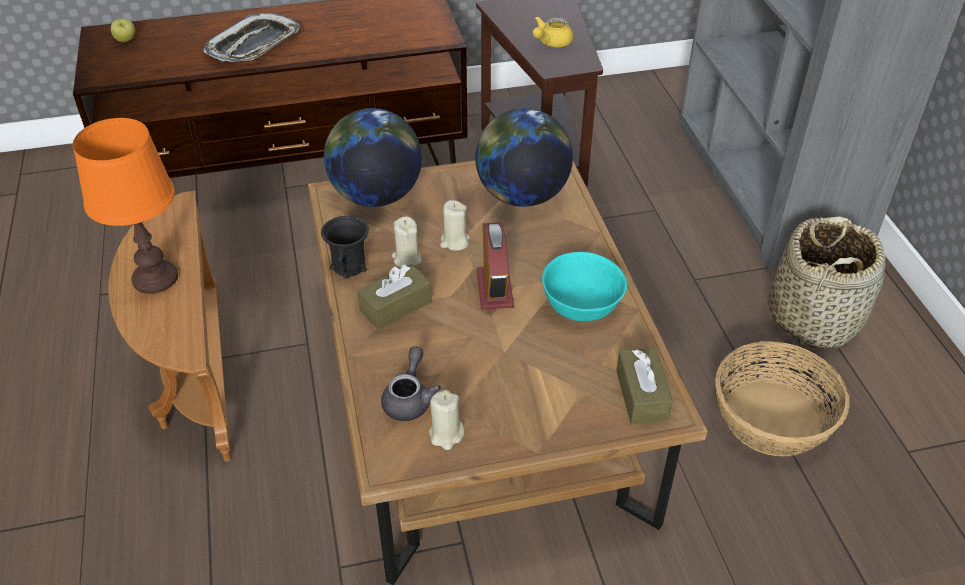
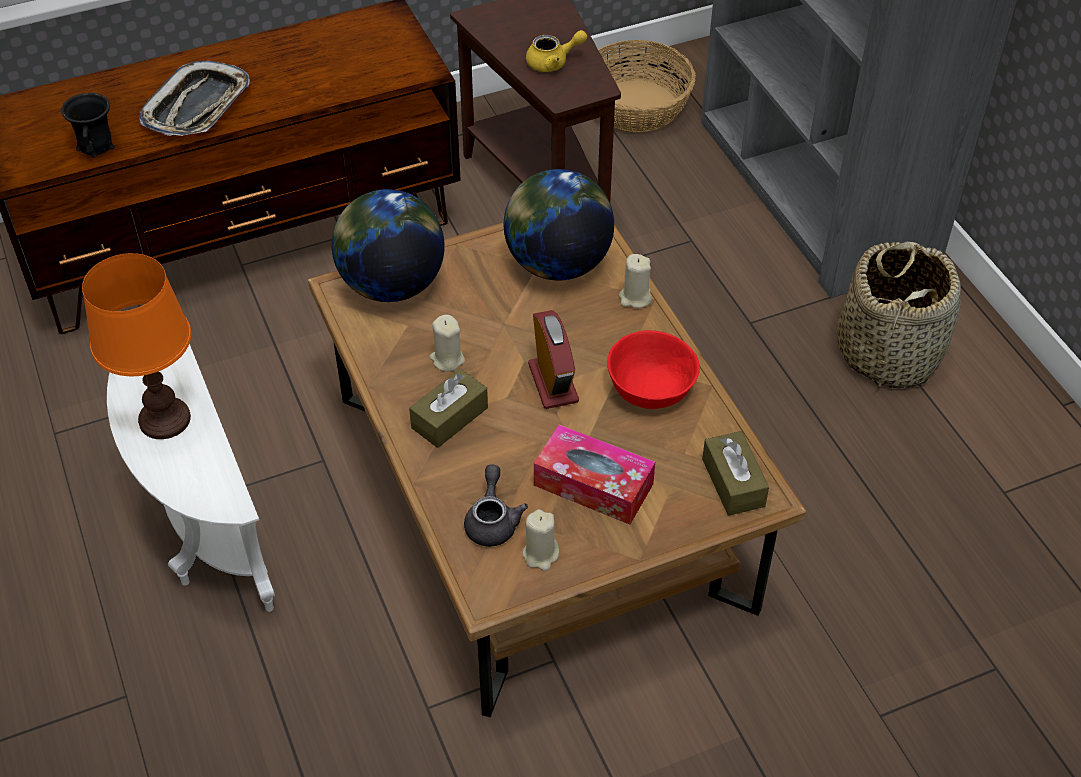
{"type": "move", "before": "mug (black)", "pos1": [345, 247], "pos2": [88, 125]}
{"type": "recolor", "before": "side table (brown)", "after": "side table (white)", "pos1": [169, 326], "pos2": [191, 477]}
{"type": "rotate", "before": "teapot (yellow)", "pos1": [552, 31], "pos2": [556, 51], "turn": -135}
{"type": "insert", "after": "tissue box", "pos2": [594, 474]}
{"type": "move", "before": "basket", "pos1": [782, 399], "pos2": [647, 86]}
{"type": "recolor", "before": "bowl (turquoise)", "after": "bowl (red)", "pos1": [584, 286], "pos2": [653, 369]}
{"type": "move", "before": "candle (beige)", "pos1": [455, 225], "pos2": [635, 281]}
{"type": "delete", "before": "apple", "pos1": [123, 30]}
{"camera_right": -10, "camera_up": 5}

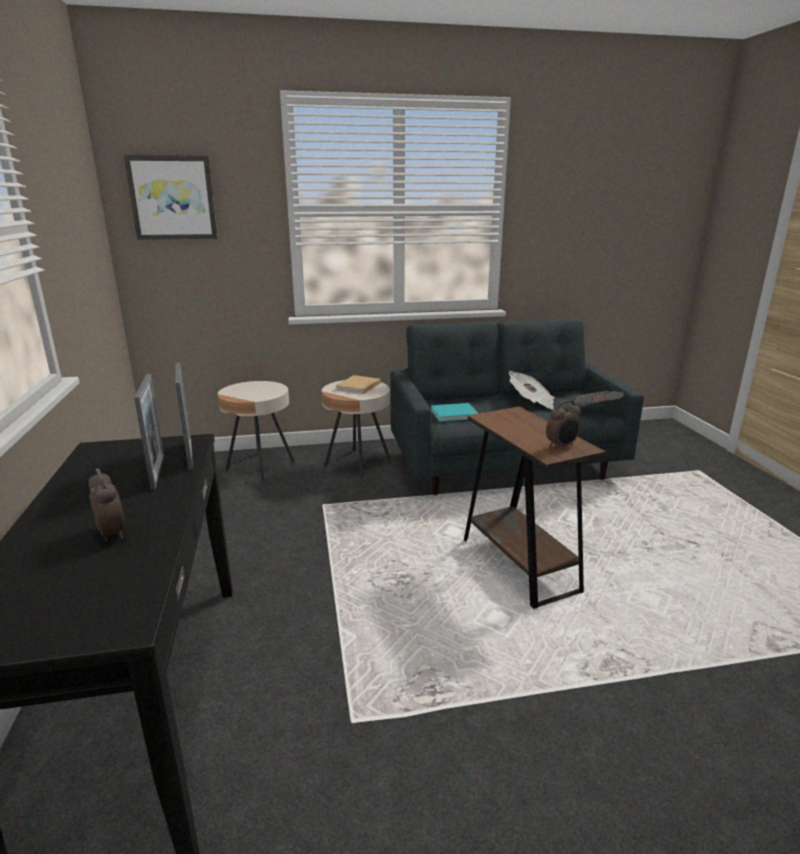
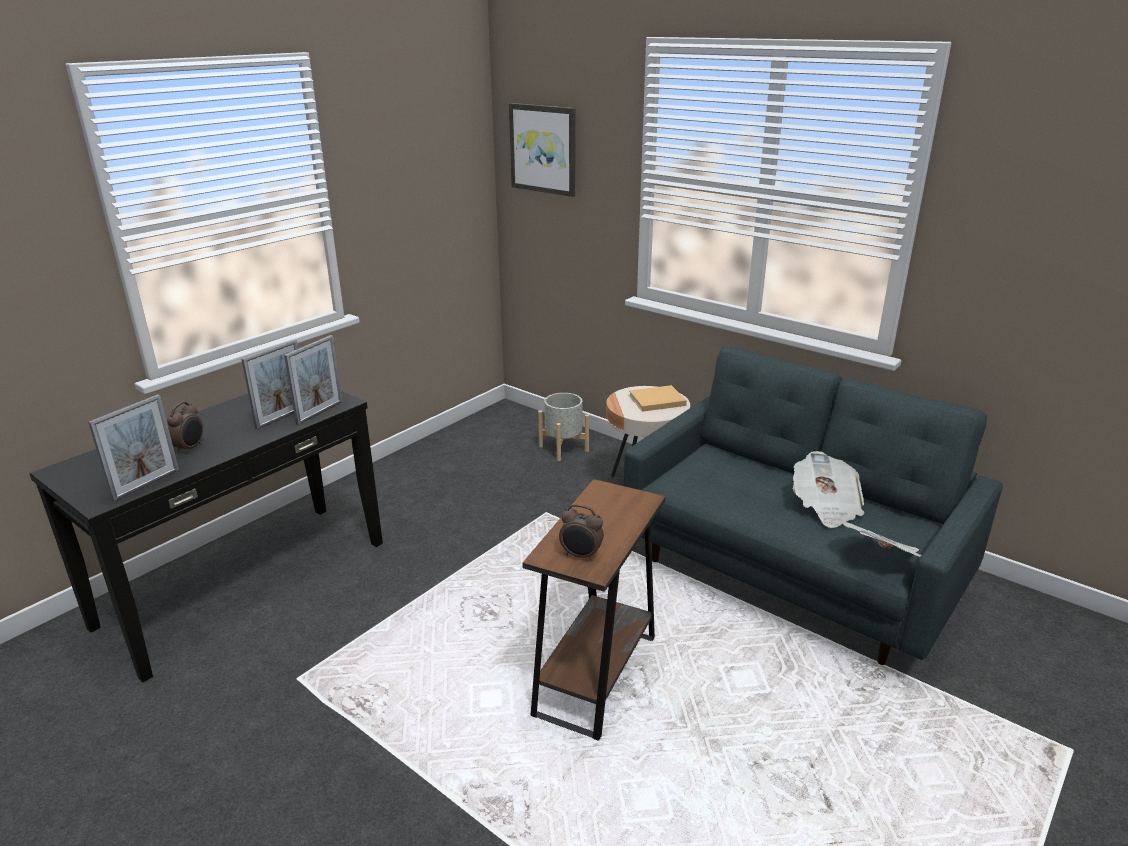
{"type": "insert", "after": "picture frame", "pos2": [133, 448]}
{"type": "replace", "before": "side table (beige)", "after": "planter (grey)", "pos1": [256, 431], "pos2": [563, 427]}
{"type": "delete", "before": "book (turquoise)", "pos1": [454, 412]}
{"camera_right": 50, "camera_up": 5}

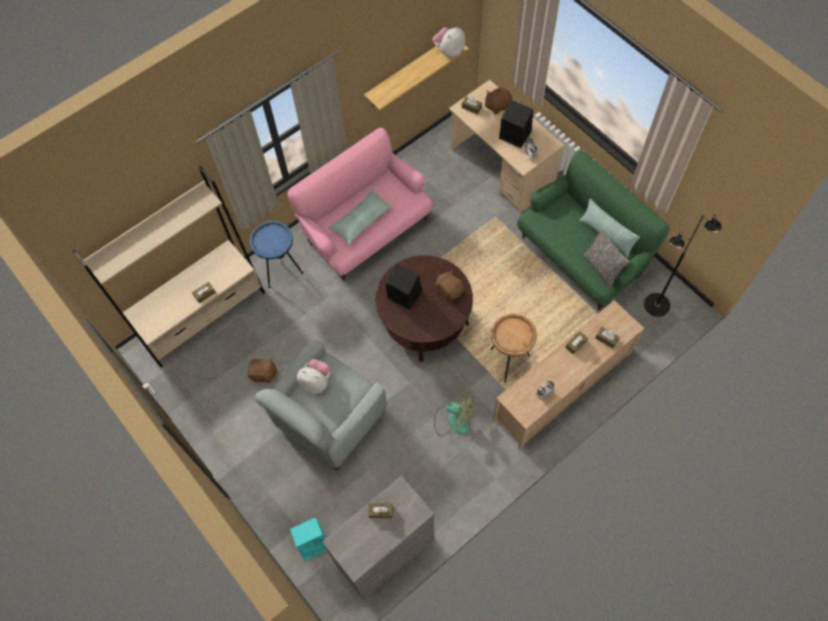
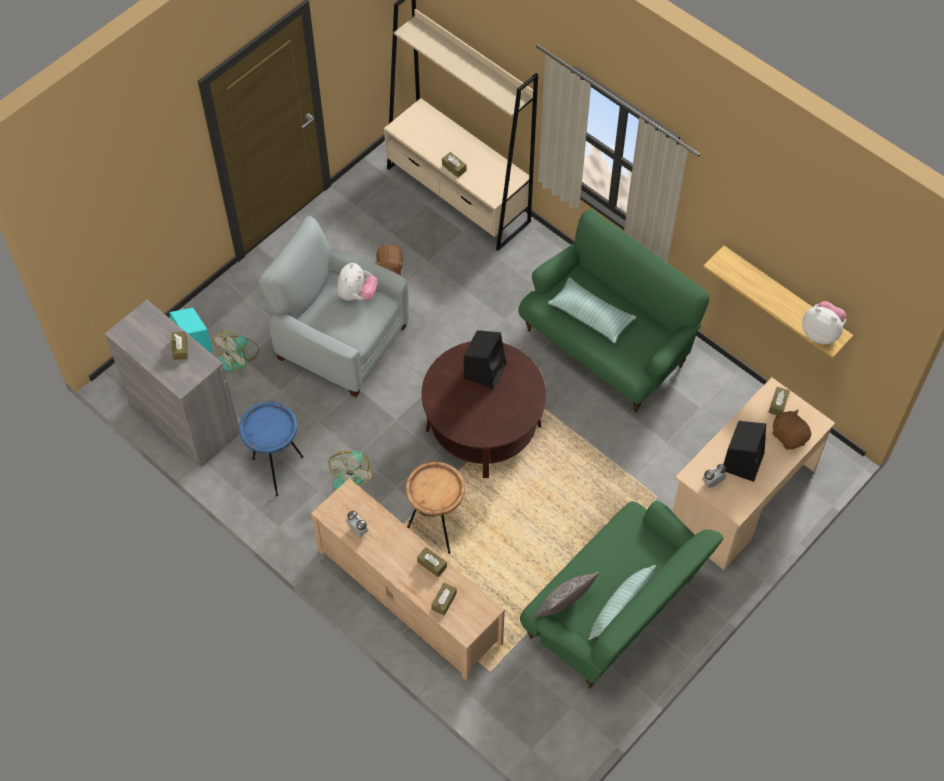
{"type": "insert", "after": "fan", "pos2": [236, 351]}
{"type": "move", "before": "side table (blue)", "pos1": [276, 254], "pos2": [271, 449]}
{"type": "recolor", "before": "sofa (pink)", "after": "sofa (green)", "pos1": [360, 204], "pos2": [614, 311]}
{"type": "delete", "before": "plush toy (brown)", "pos1": [450, 285]}
{"type": "delete", "before": "floor lamp (black)", "pos1": [682, 265]}
{"camera_right": 80, "camera_up": -5}

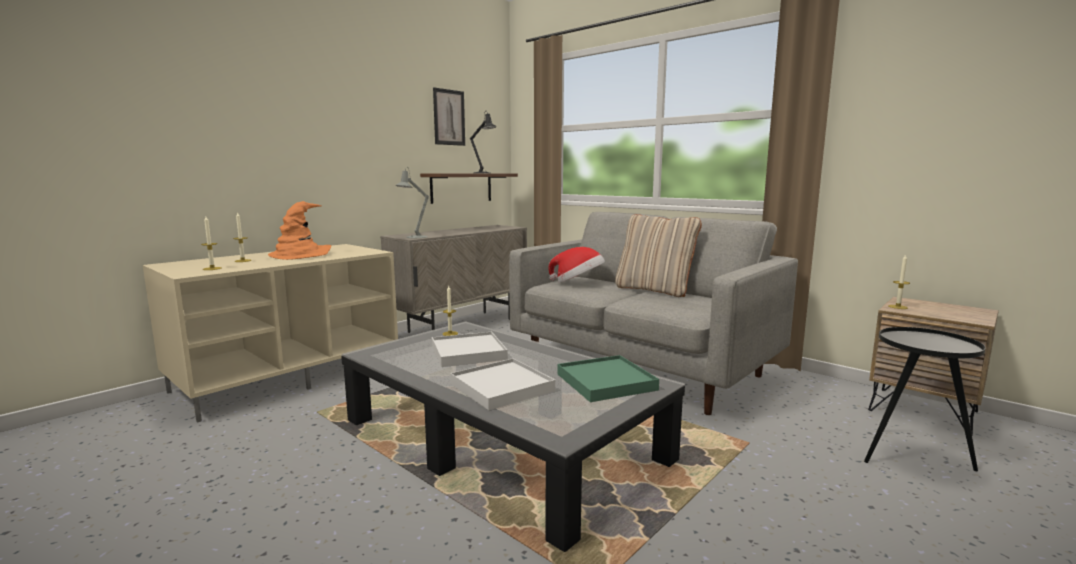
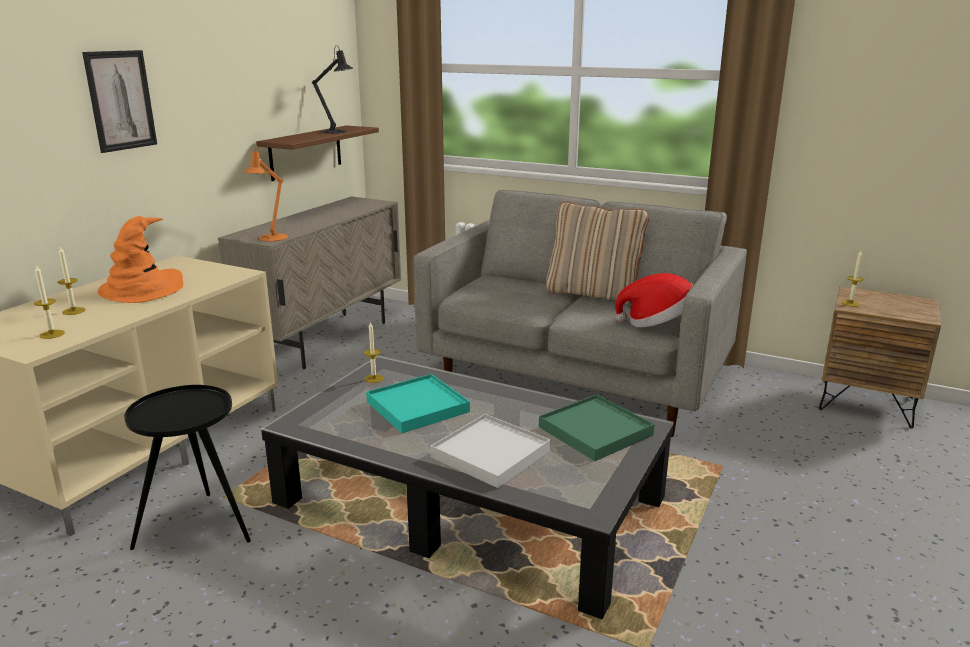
{"type": "move", "before": "picture", "pos1": [449, 116], "pos2": [119, 101]}
{"type": "move", "before": "side table (black)", "pos1": [925, 399], "pos2": [187, 467]}
{"type": "recolor", "before": "table lamp (grey)", "after": "table lamp (orange)", "pos1": [412, 202], "pos2": [265, 193]}
{"type": "recolor", "before": "tray (white)", "after": "tray (turquoise)", "pos1": [470, 349], "pos2": [418, 403]}
{"type": "move", "before": "hat", "pos1": [576, 265], "pos2": [654, 300]}
{"camera_right": -15, "camera_up": 10}

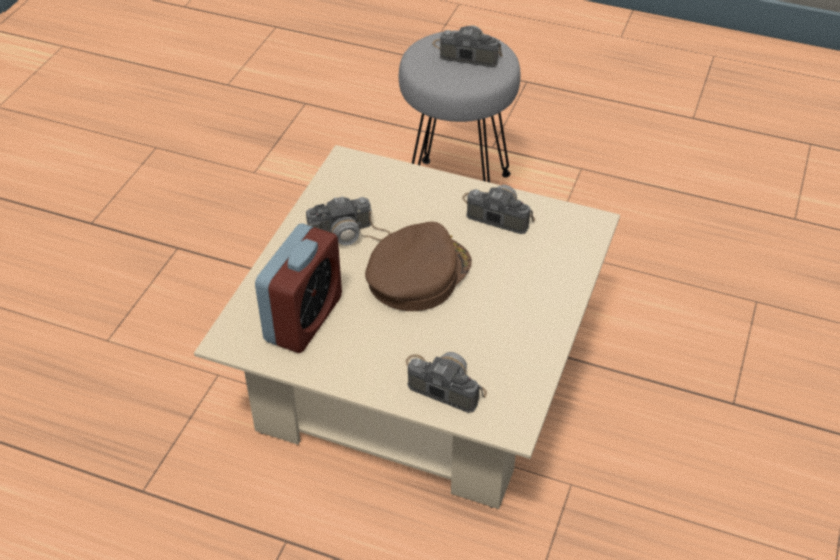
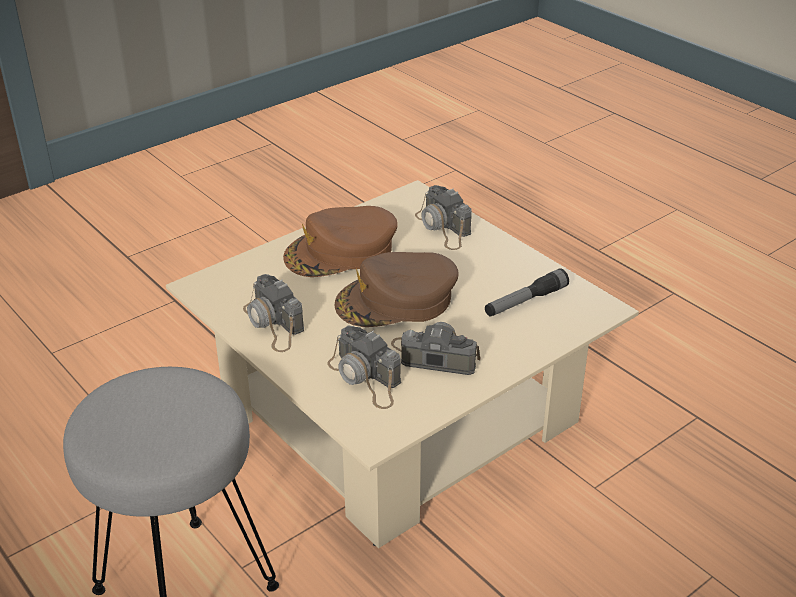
{"type": "insert", "after": "cap (brown)", "pos2": [340, 241]}
{"type": "move", "before": "photo camera", "pos1": [467, 46], "pos2": [364, 367]}
{"type": "replace", "before": "alarm clock", "after": "flashlight", "pos1": [298, 288], "pos2": [527, 292]}
{"camera_right": -150, "camera_up": -10}

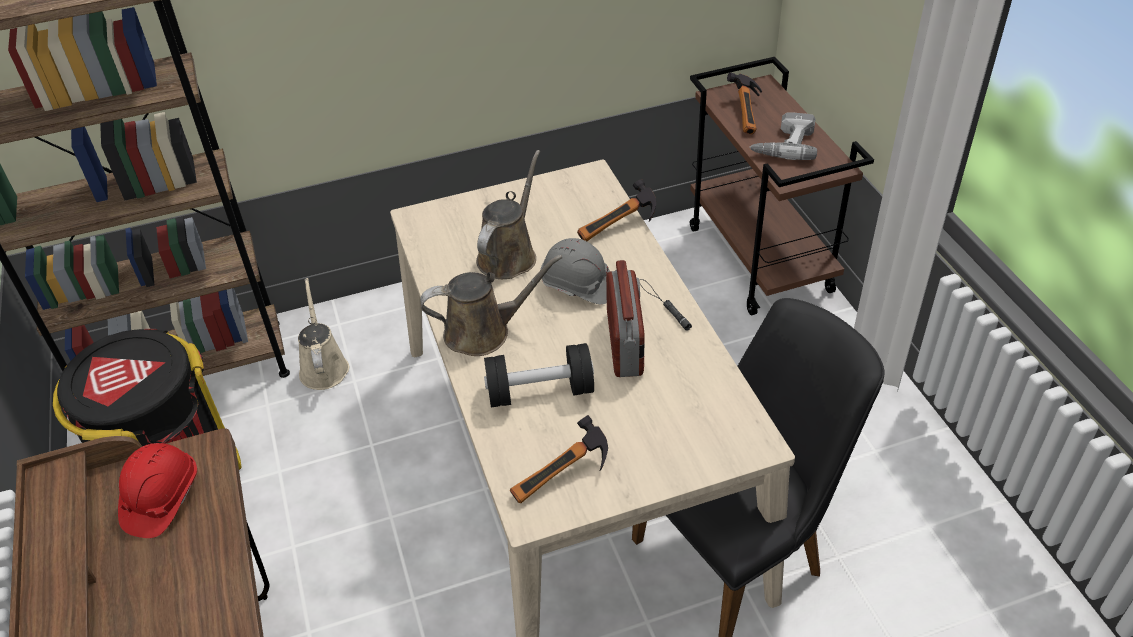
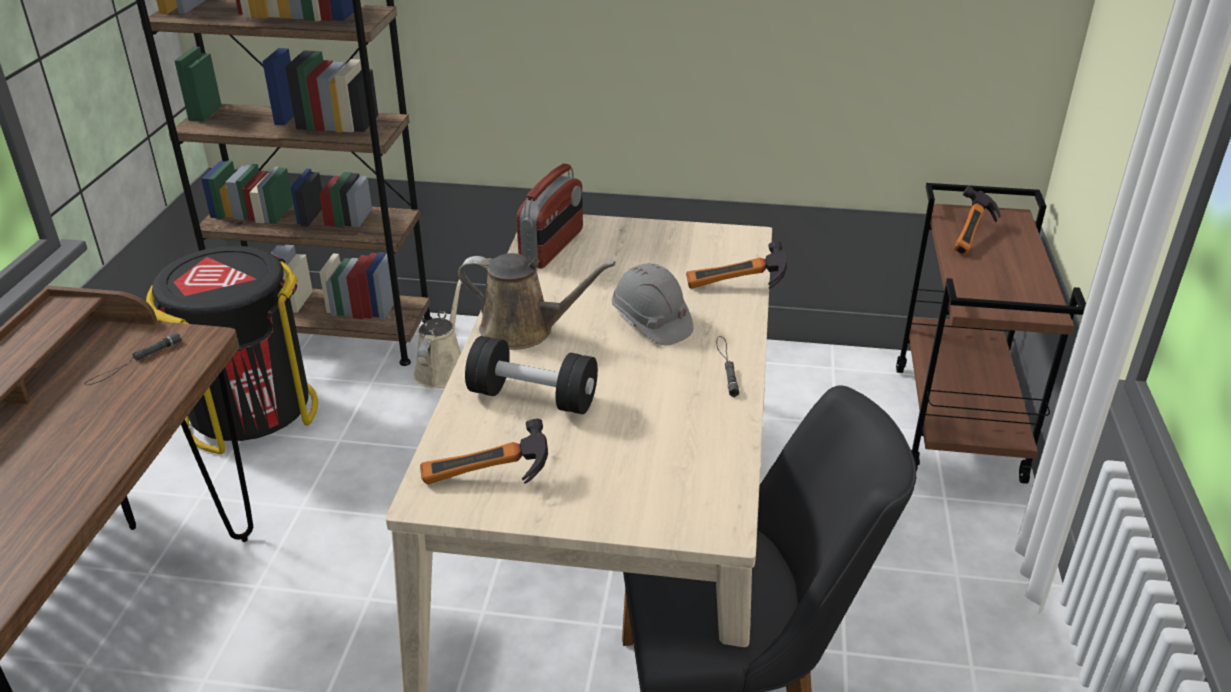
{"type": "replace", "before": "hard hat (red)", "after": "flashlight (black)", "pos1": [157, 490], "pos2": [133, 359]}
{"type": "move", "before": "radio", "pos1": [625, 318], "pos2": [549, 216]}
{"type": "delete", "before": "watering can (brown)", "pos1": [508, 214]}
{"type": "delete", "before": "power drill", "pos1": [783, 136]}
{"camera_right": 25, "camera_up": -10}

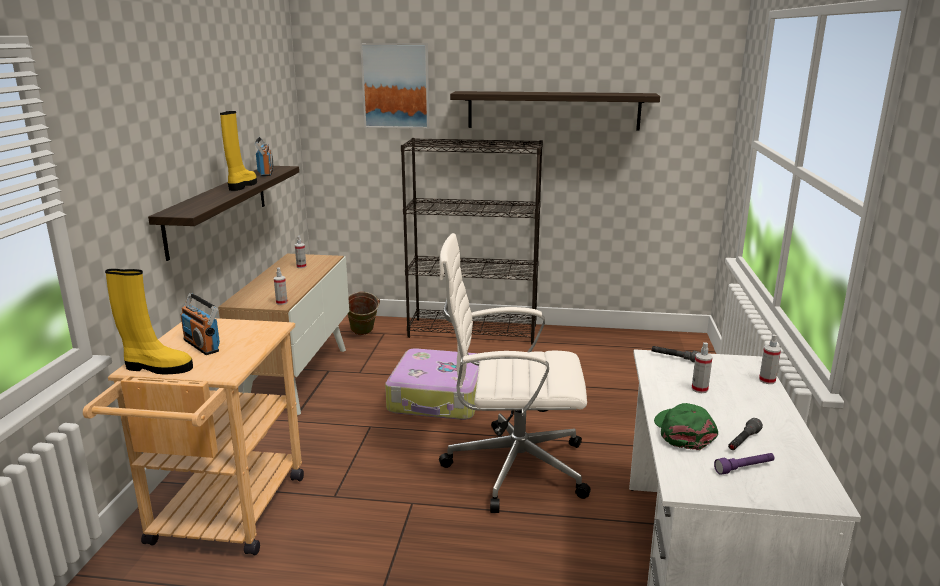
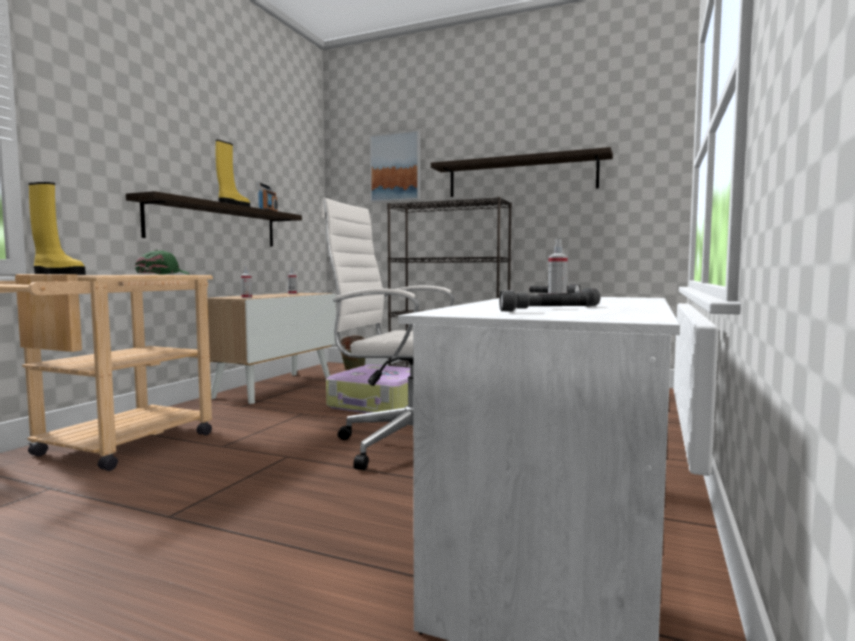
{"type": "move", "before": "cap (green)", "pos1": [686, 426], "pos2": [162, 262]}
{"type": "recolor", "before": "flashlight (purple)", "after": "flashlight (grey)", "pos1": [744, 464], "pos2": [543, 301]}
{"type": "delete", "before": "radio", "pos1": [200, 324]}
{"type": "delete", "before": "spray bottle", "pos1": [770, 359]}
{"camera_right": 15, "camera_up": -15}

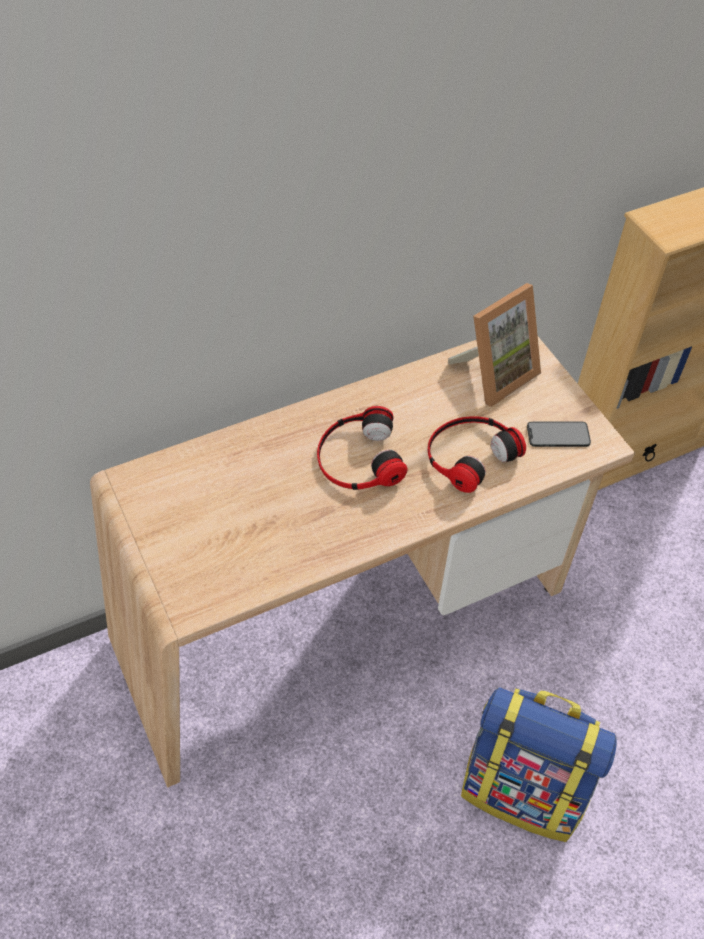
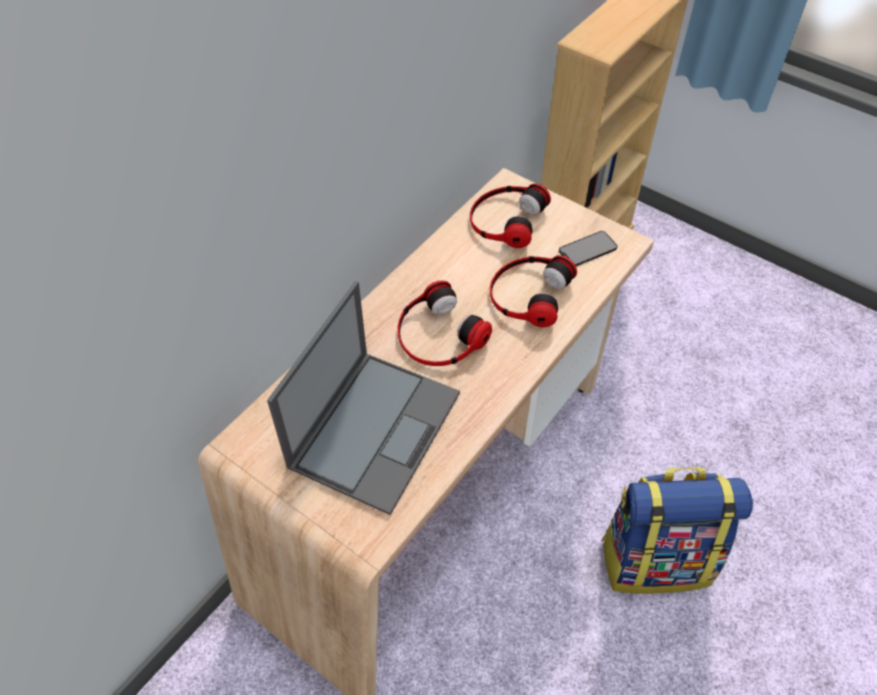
{"type": "insert", "after": "laptop", "pos2": [363, 398]}
{"type": "replace", "before": "picture frame", "after": "headphones", "pos1": [494, 345], "pos2": [510, 215]}
{"camera_right": -25, "camera_up": 0}

